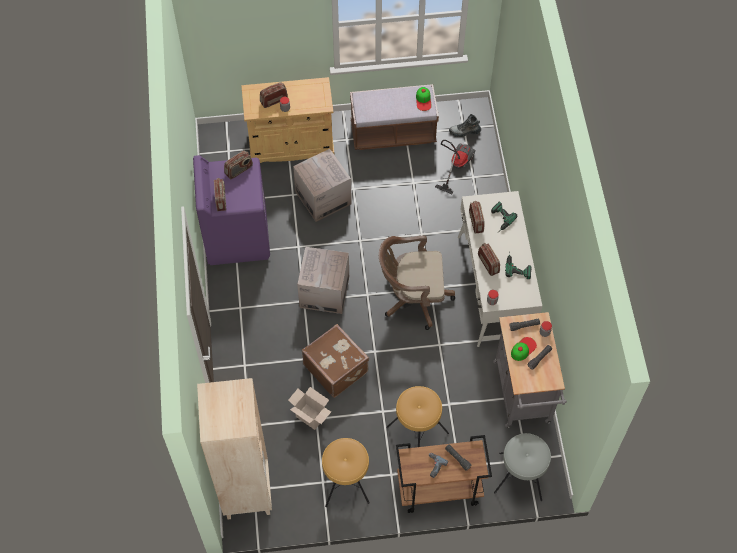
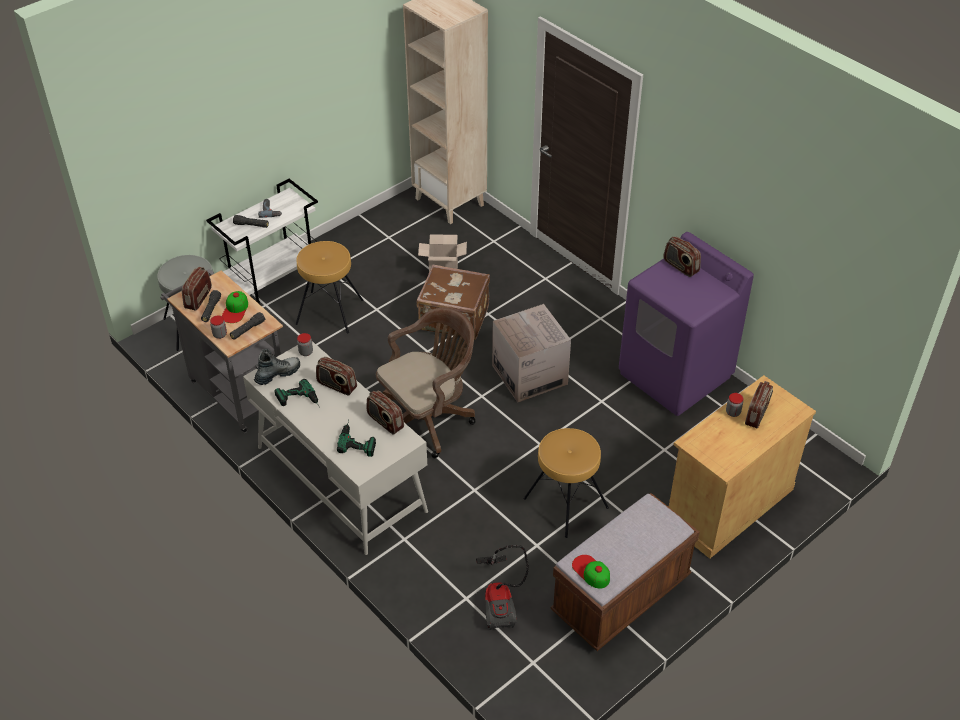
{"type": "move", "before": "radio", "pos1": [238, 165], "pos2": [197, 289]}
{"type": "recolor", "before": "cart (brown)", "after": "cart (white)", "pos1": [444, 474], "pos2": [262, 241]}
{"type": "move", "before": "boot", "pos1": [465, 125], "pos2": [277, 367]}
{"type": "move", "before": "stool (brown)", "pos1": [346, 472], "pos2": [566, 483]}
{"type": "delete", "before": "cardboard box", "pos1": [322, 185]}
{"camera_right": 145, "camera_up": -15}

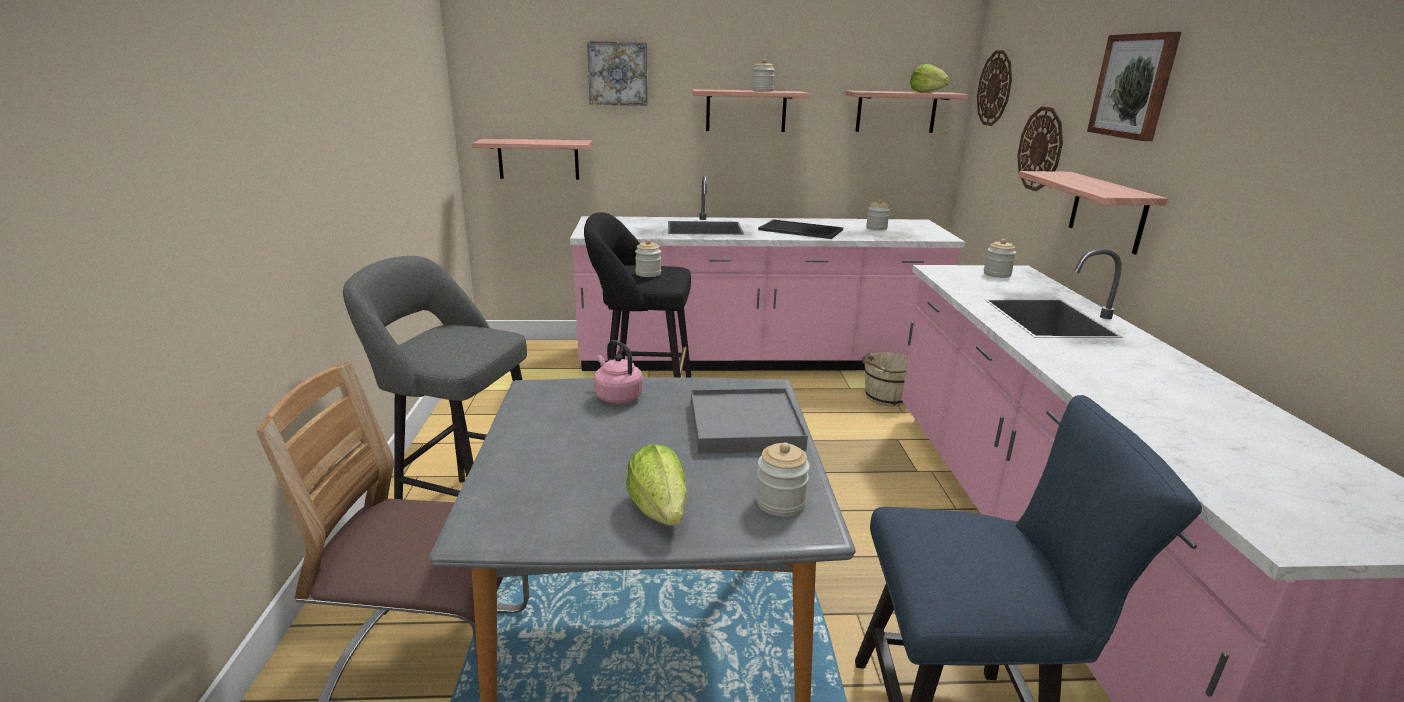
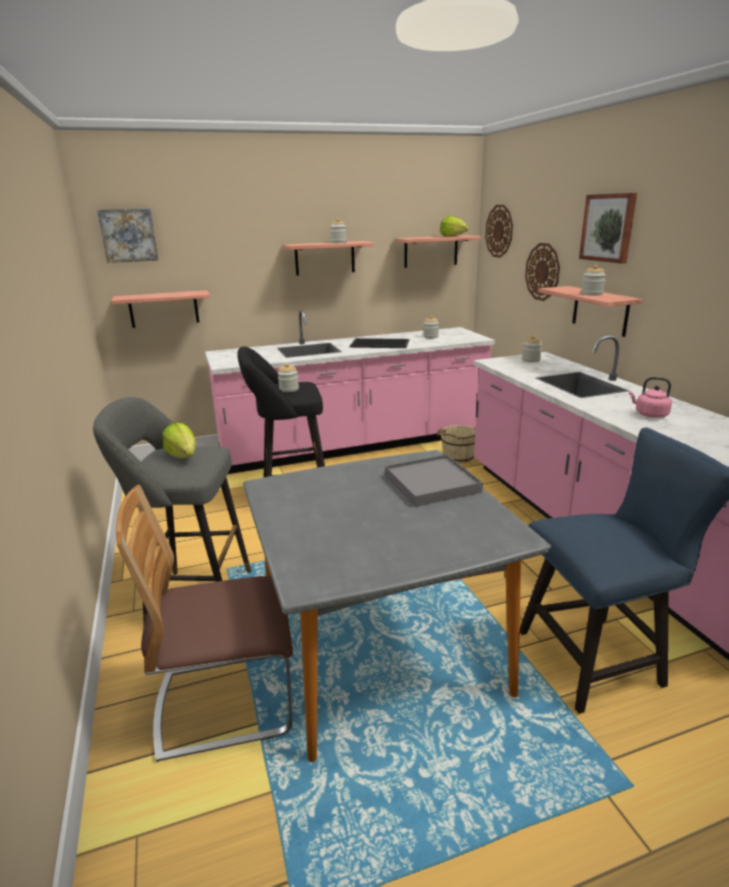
{"type": "move", "before": "picture", "pos1": [617, 73], "pos2": [127, 236]}
{"type": "move", "before": "lettuce", "pos1": [656, 485], "pos2": [179, 440]}
{"type": "move", "before": "jar", "pos1": [783, 479], "pos2": [593, 280]}
{"type": "move", "before": "kettle (pink)", "pos1": [618, 372], "pos2": [650, 397]}
{"camera_right": -15, "camera_up": 0}

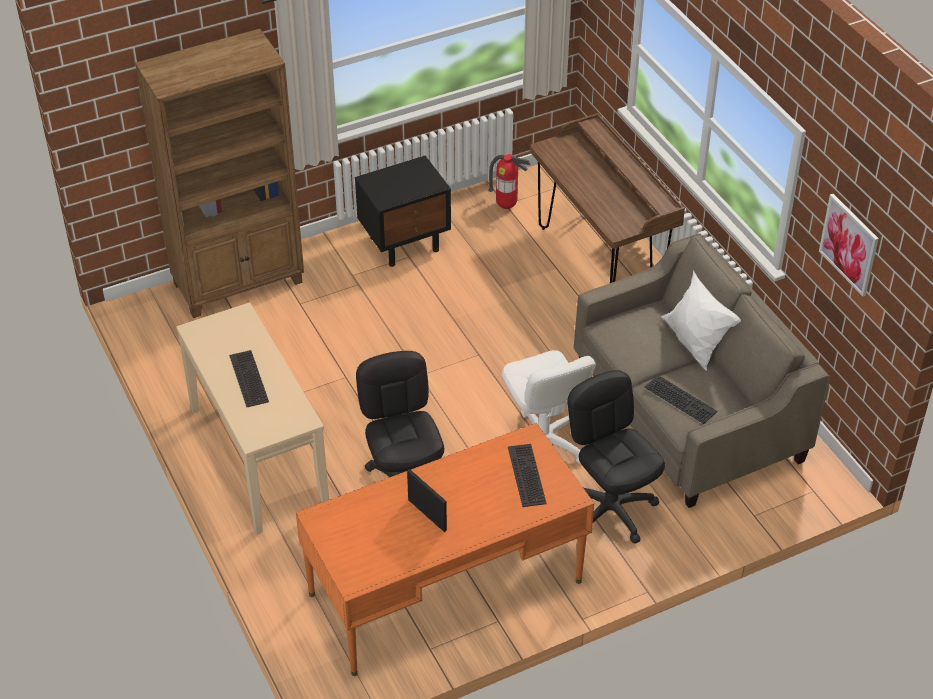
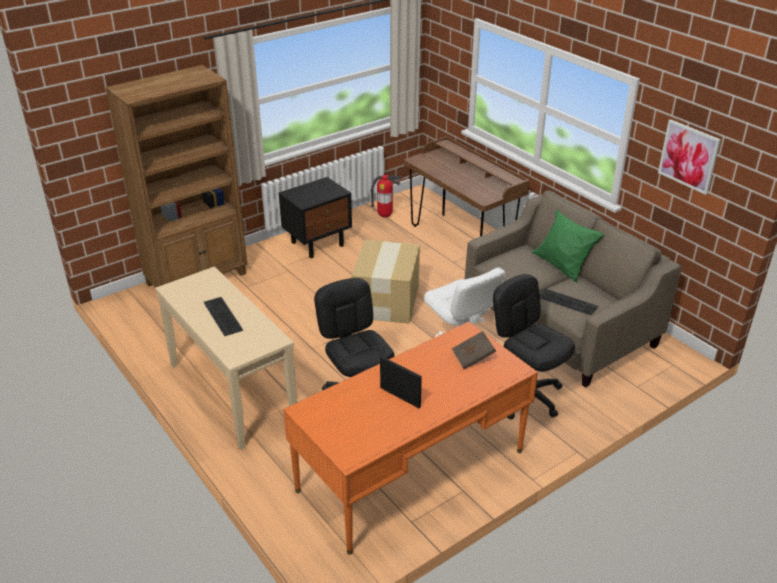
{"type": "insert", "after": "cardboard box", "pos2": [386, 282]}
{"type": "replace", "before": "keyboard", "after": "book (brown)", "pos1": [527, 475], "pos2": [474, 350]}
{"type": "recolor", "before": "pillow (white)", "after": "pillow (green)", "pos1": [701, 321], "pos2": [567, 246]}
{"camera_right": -10, "camera_up": -10}

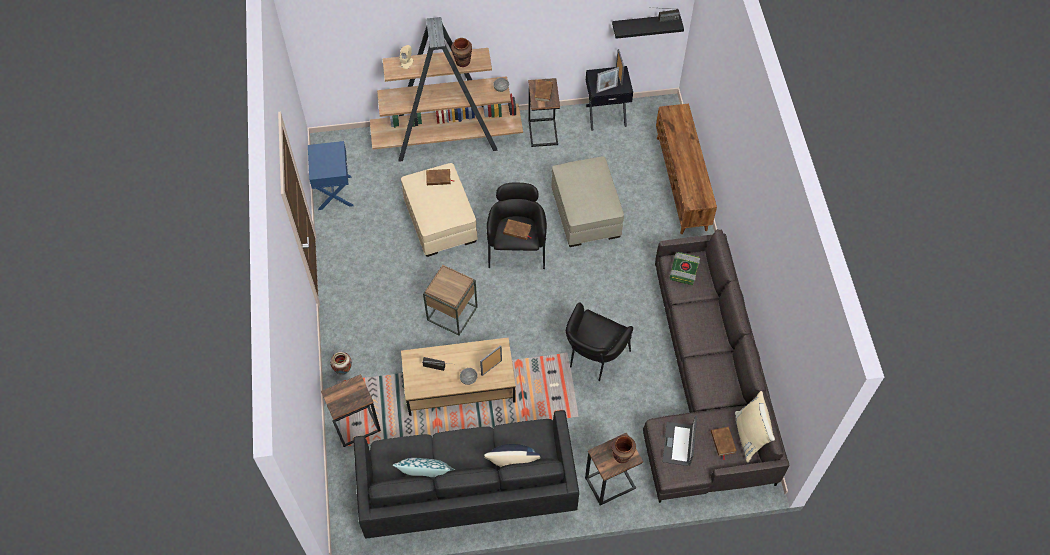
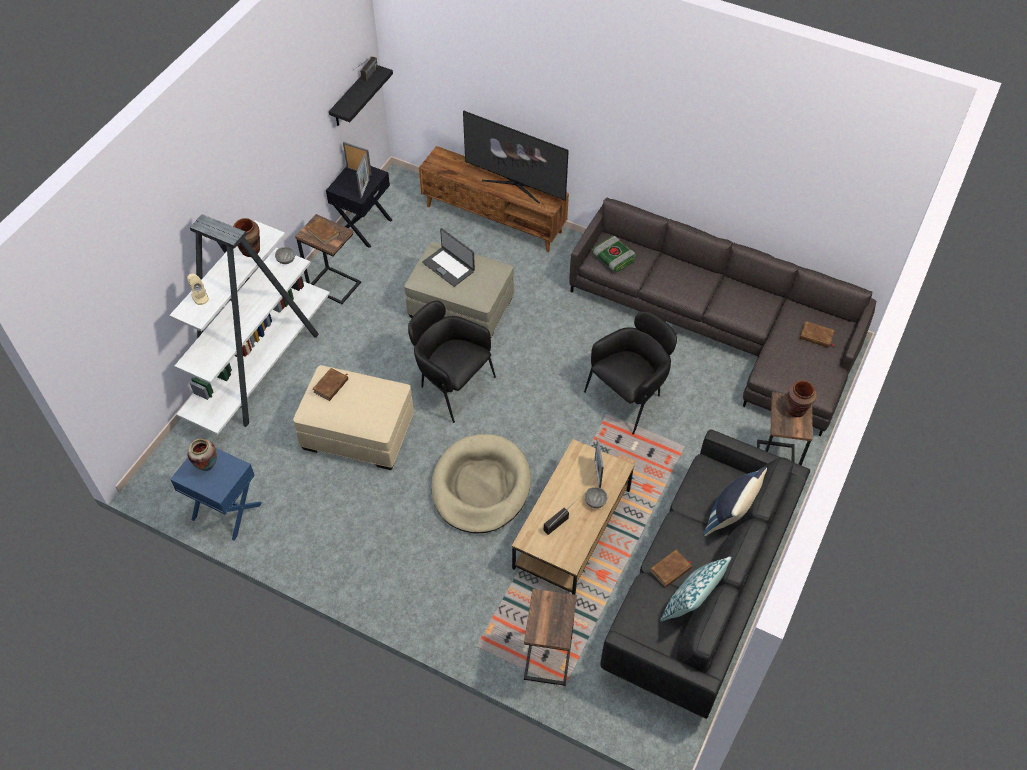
{"type": "recolor", "before": "bookcase (brown)", "after": "bookcase (white)", "pos1": [446, 89], "pos2": [249, 324]}
{"type": "move", "before": "vase", "pos1": [341, 363], "pos2": [202, 455]}
{"type": "move", "before": "laptop", "pos1": [680, 440], "pos2": [448, 257]}
{"type": "replace", "before": "side table (brown)", "after": "dog bed (beige)", "pos1": [450, 300], "pos2": [481, 484]}
{"type": "insert", "after": "television", "pos2": [516, 157]}
{"type": "rotate", "before": "armchair (black)", "pos1": [599, 341], "pos2": [630, 373], "turn": -105}
{"type": "move", "before": "book (brown)", "pos1": [517, 229], "pos2": [671, 569]}
{"type": "delete", "before": "pillow (beige)", "pos1": [755, 427]}
{"camera_right": -55, "camera_up": -5}

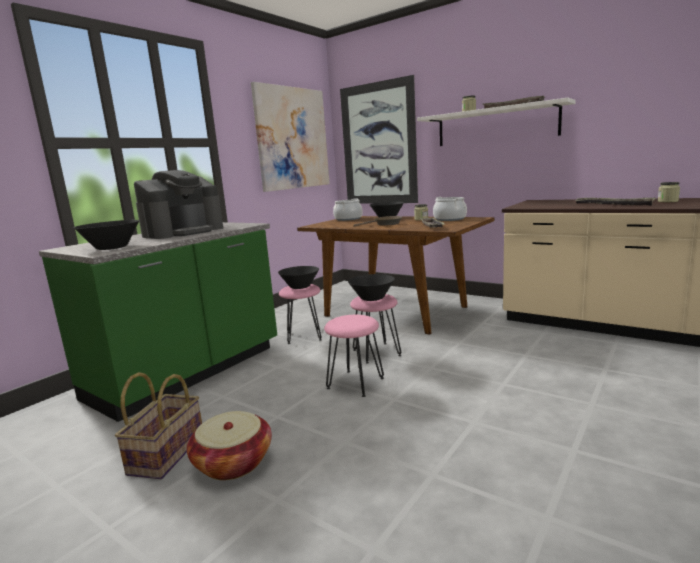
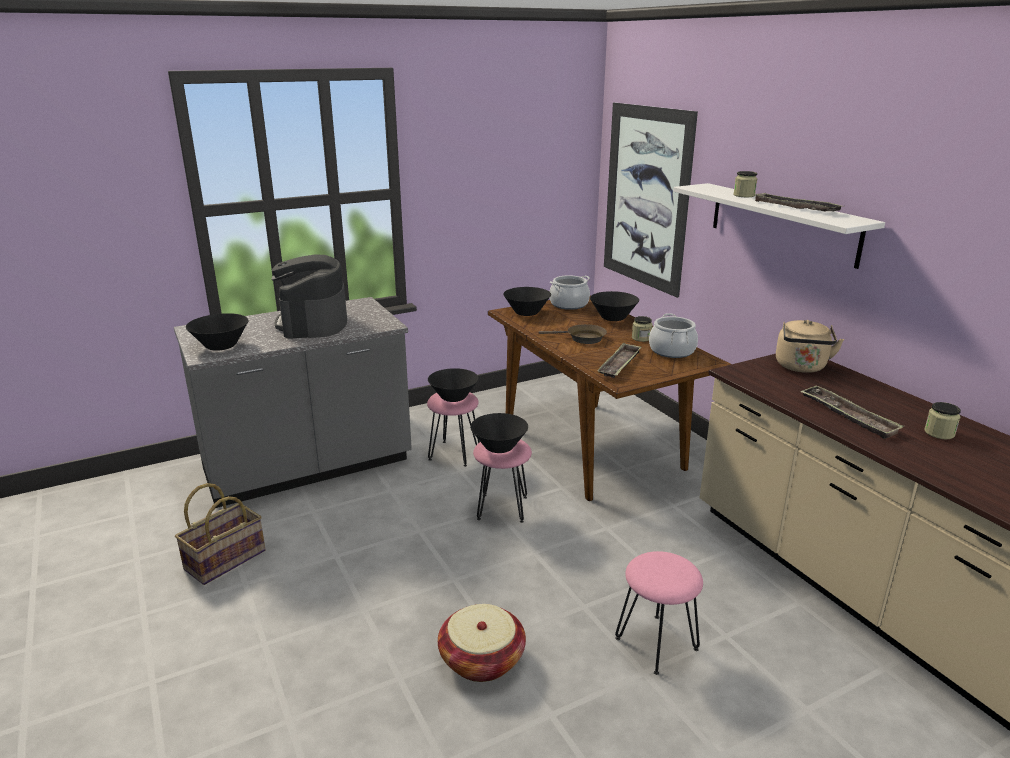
{"type": "recolor", "before": "counter (green)", "after": "counter (grey)", "pos1": [158, 322], "pos2": [293, 402]}
{"type": "rotate", "before": "coffee machine", "pos1": [178, 204], "pos2": [309, 296], "turn": 105}
{"type": "move", "before": "basket", "pos1": [229, 445], "pos2": [482, 643]}
{"type": "insert", "after": "bowl (black)", "pos2": [527, 301]}
{"type": "move", "before": "stool (pink)", "pos1": [354, 356], "pos2": [659, 613]}
{"type": "insert", "after": "kettle (beige)", "pos2": [810, 346]}
{"type": "delete", "before": "picture", "pos1": [290, 137]}
{"camera_right": 25, "camera_up": 10}

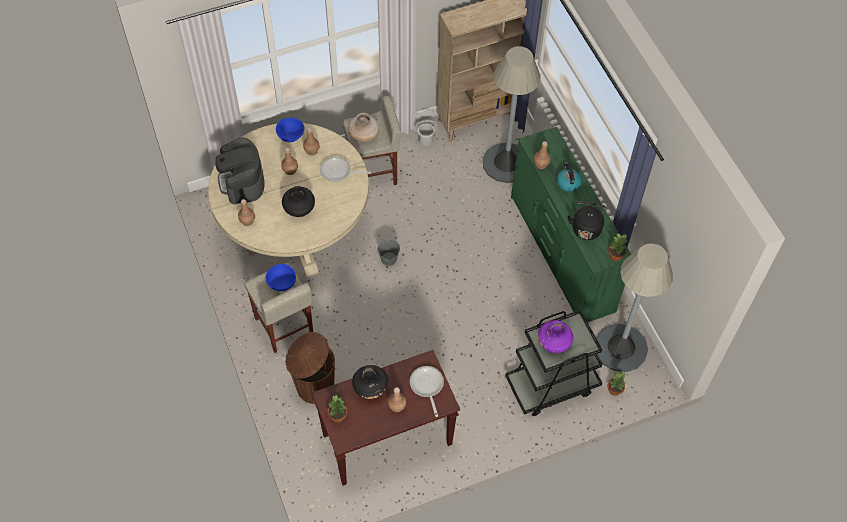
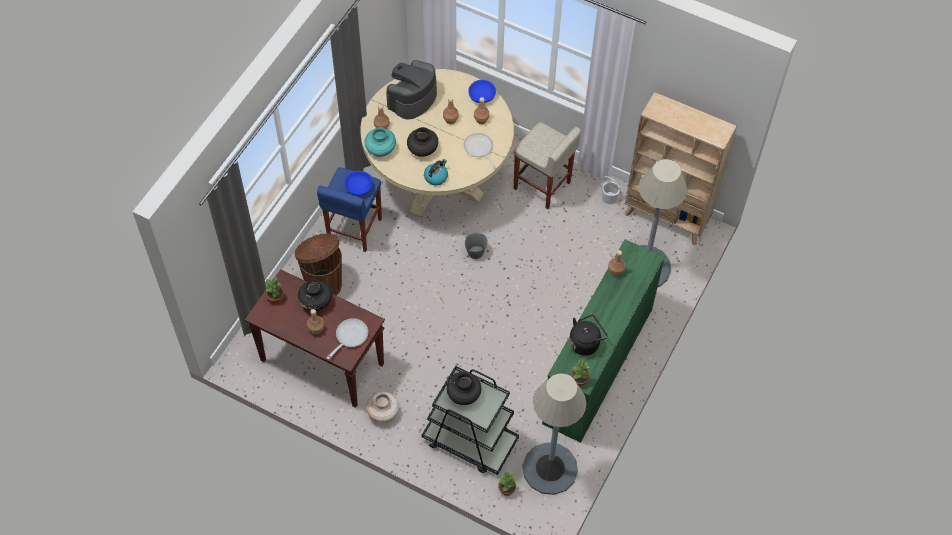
{"type": "recolor", "before": "stool (beige)", "after": "stool (blue)", "pos1": [278, 308], "pos2": [349, 210]}
{"type": "insert", "after": "vase (turquoise)", "pos2": [380, 142]}
{"type": "move", "before": "vase (beige)", "pos1": [363, 127], "pos2": [382, 407]}
{"type": "move", "before": "kettle", "pos1": [569, 177], "pos2": [436, 172]}
{"type": "recolor", "before": "vase (purple)", "after": "vase (black)", "pos1": [555, 336], "pos2": [463, 388]}
{"camera_right": 50, "camera_up": 0}

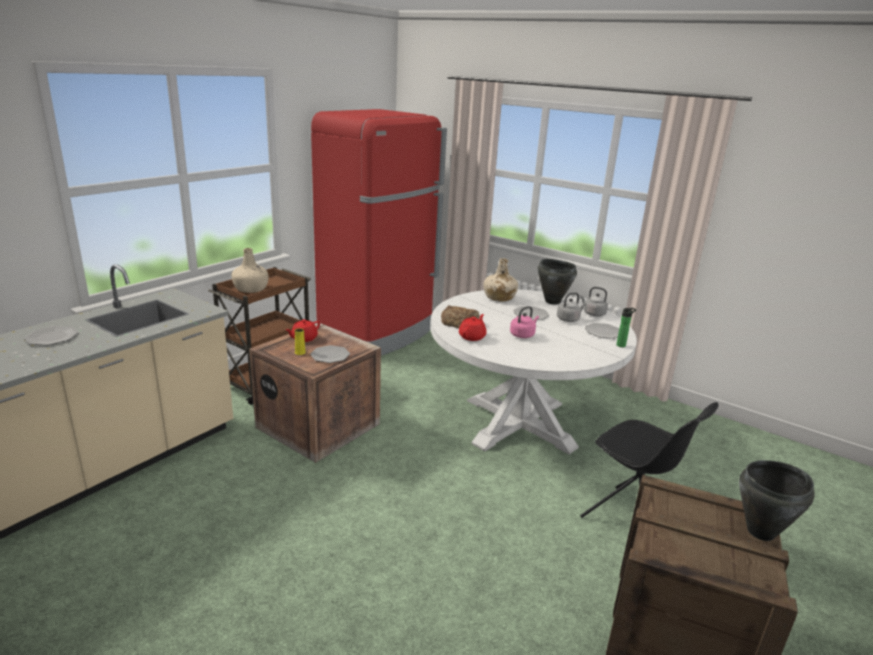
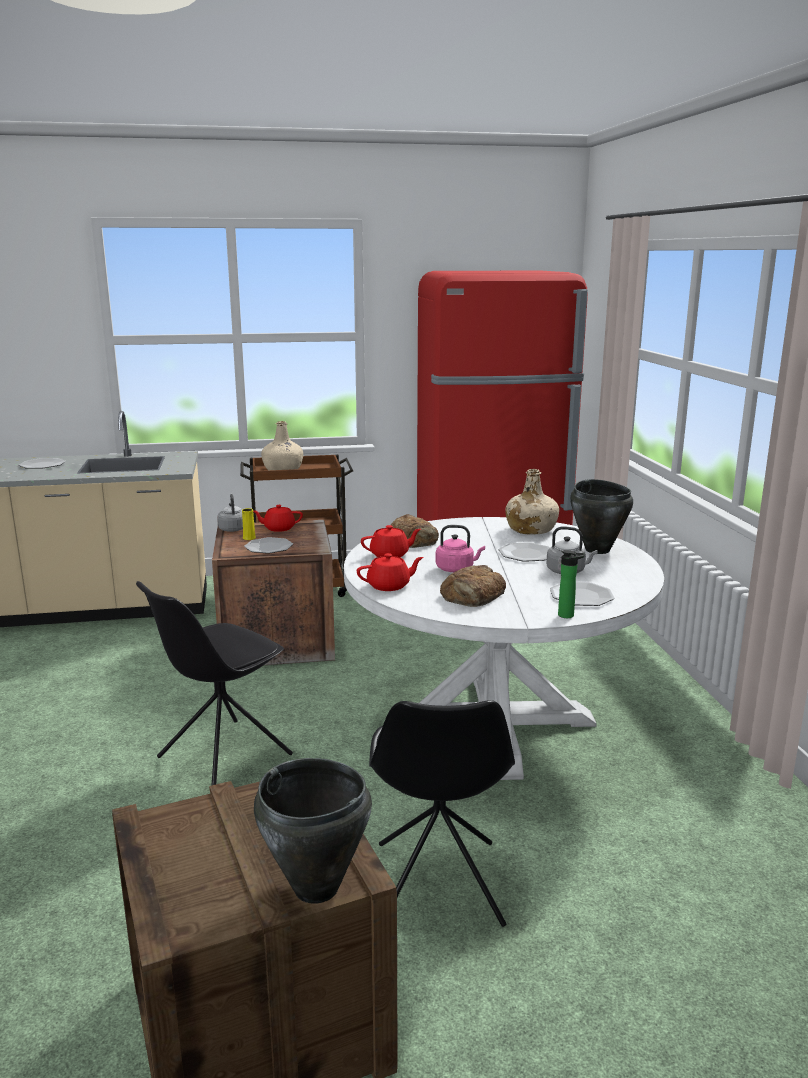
{"type": "insert", "after": "chair (black)", "pos2": [214, 683]}
{"type": "move", "before": "kettle (grey)", "pos1": [594, 301], "pos2": [230, 513]}
{"type": "insert", "after": "teapot (red)", "pos2": [390, 572]}
{"type": "insert", "after": "bread", "pos2": [473, 586]}
{"camera_right": 45, "camera_up": -5}

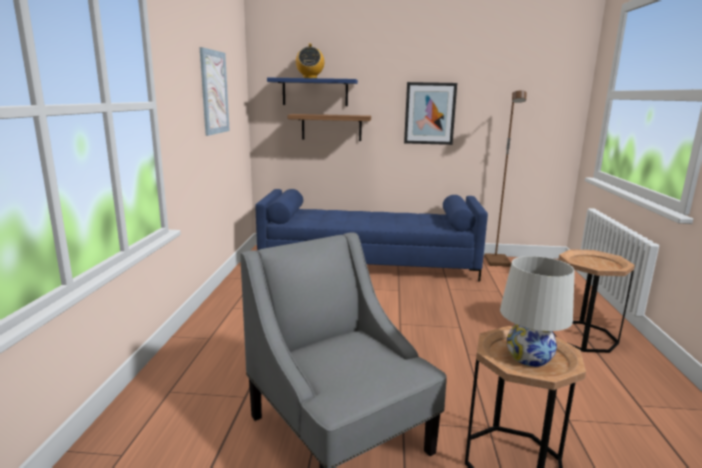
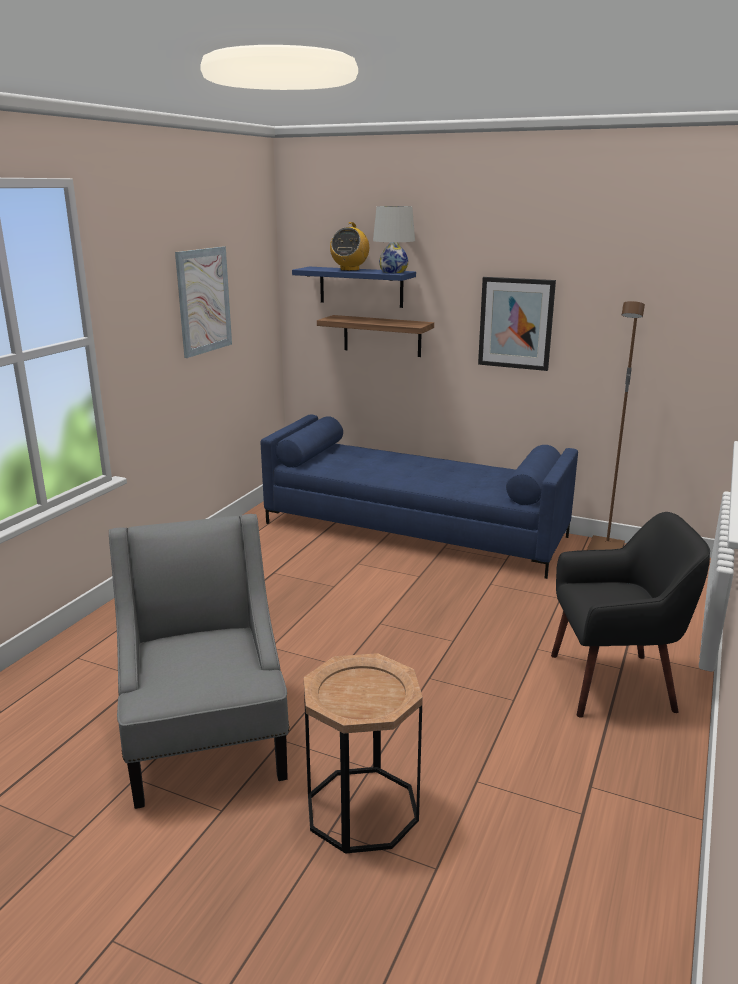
{"type": "move", "before": "table lamp (white)", "pos1": [537, 311], "pos2": [394, 239]}
{"type": "replace", "before": "side table (brown)", "after": "armchair (black)", "pos1": [593, 301], "pos2": [630, 615]}
{"camera_right": 20, "camera_up": 5}

